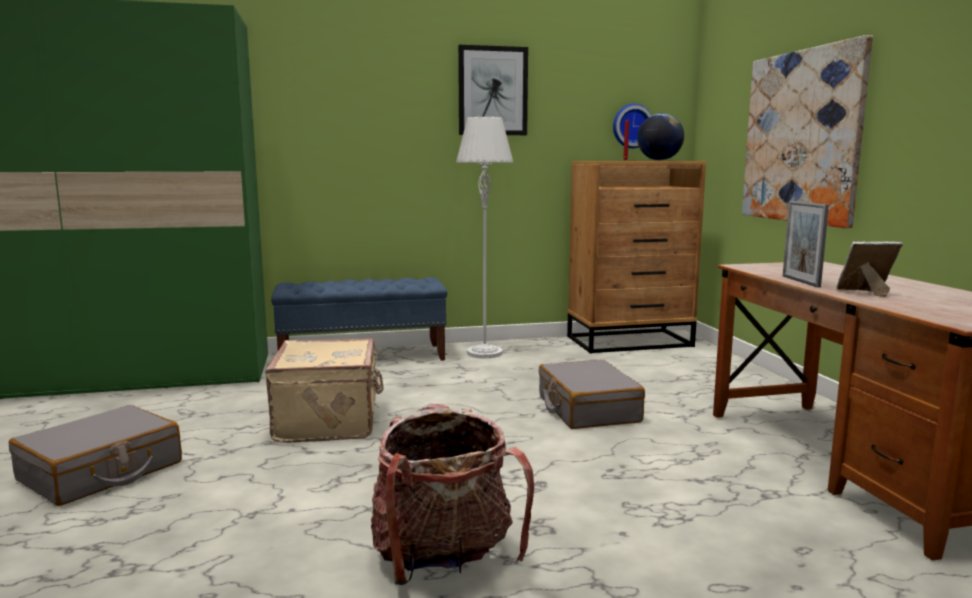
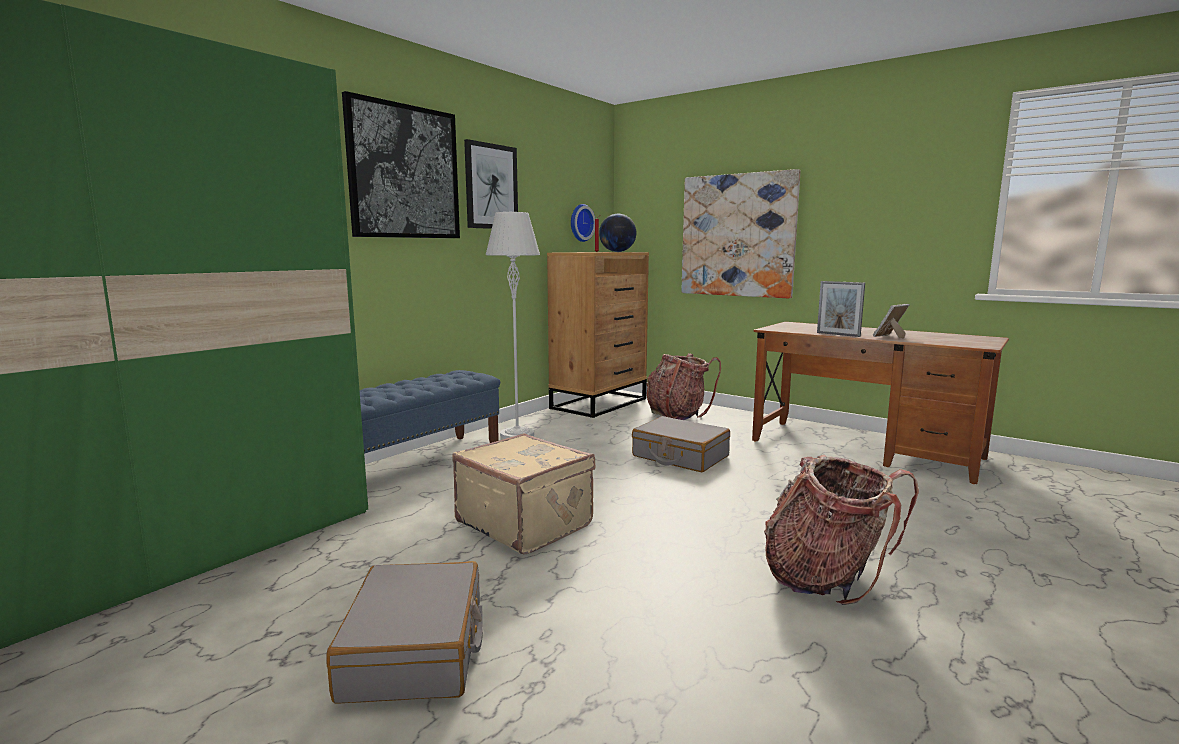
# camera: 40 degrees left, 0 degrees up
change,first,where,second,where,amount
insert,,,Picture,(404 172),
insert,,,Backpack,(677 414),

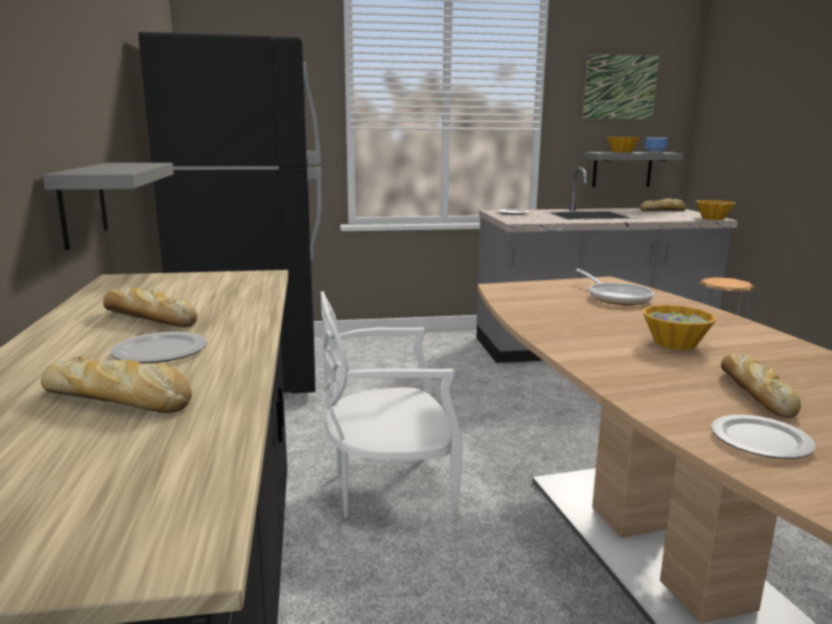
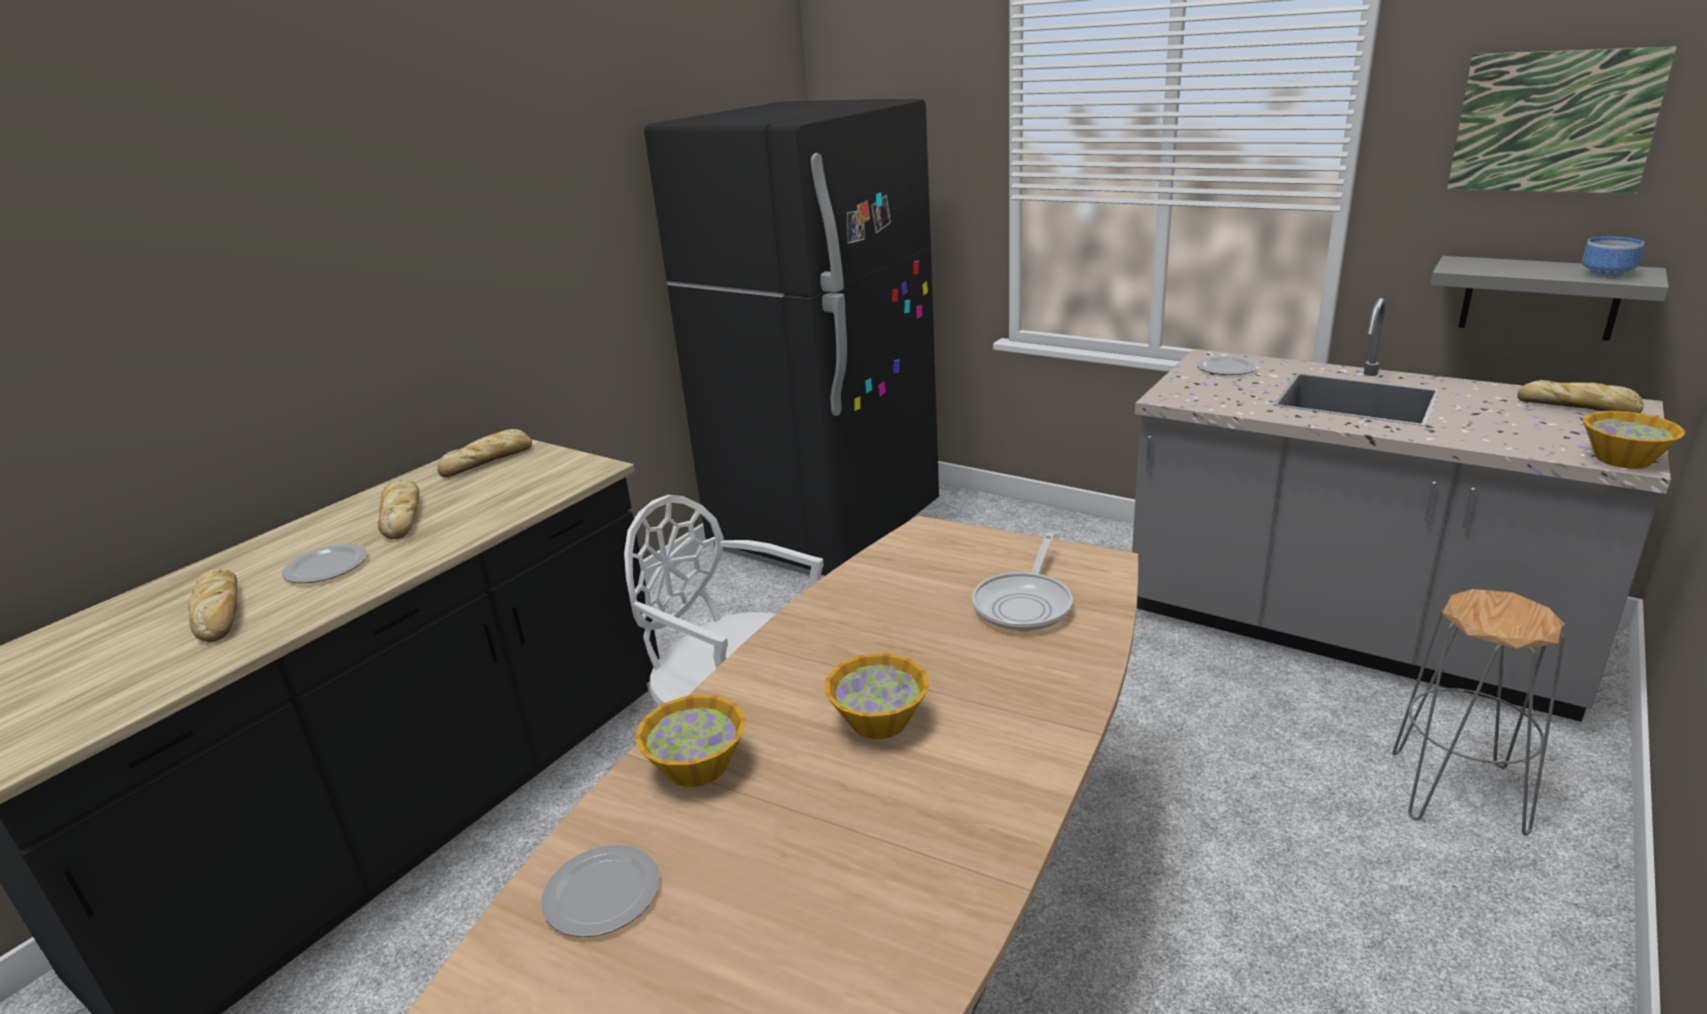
# camera: 45 degrees right, 10 degrees up
change,first,where,second,where,amount
delete,GreyShelf,(82 203),,,
move,Bowl,(621 152),,(697 766),
move,Bread,(754 392),,(489 460),

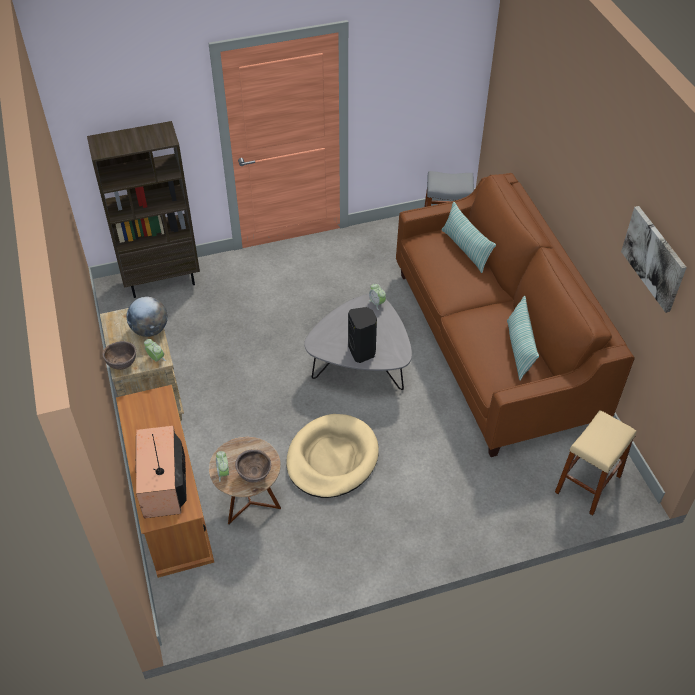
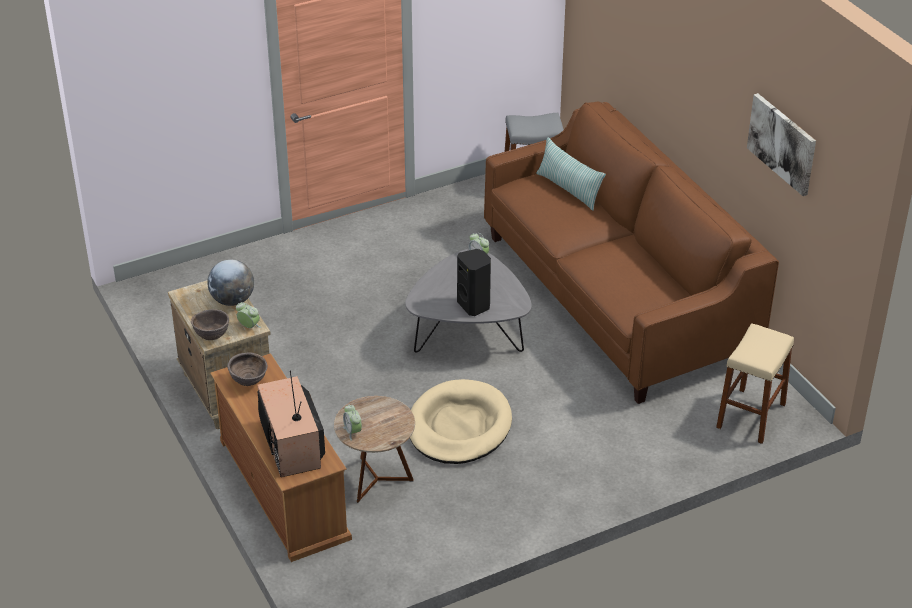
# camera: 10 degrees left, 10 degrees down
change,first,where,second,where,amount
delete,BrownBookcase,(162 280),,,
delete,Pillow,(519 349),,,
move,BrownBowl,(254 475),,(249 382),

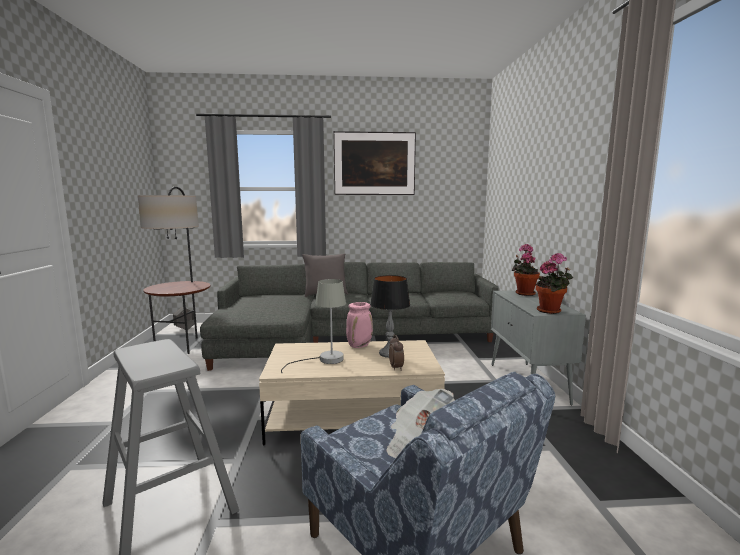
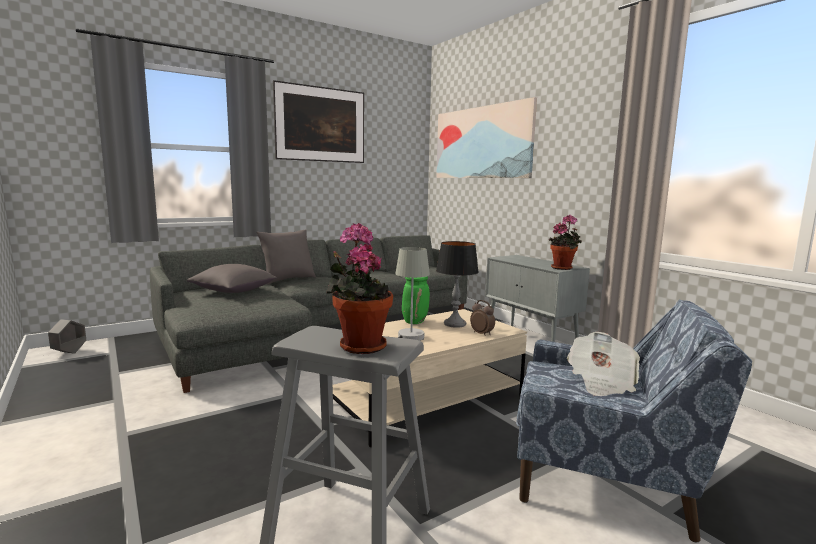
# camera: 30 degrees left, 0 degrees up
change,first,where,second,where,amount
delete,FloorLamp,(183 346),,,
insert,,,GreyPillow,(233 291),
insert,,,Picture,(481 143),
move,PottedPlant,(524 293),,(359 345),
recolor,PinkVase,(359 345),GreenVase,(415 322),

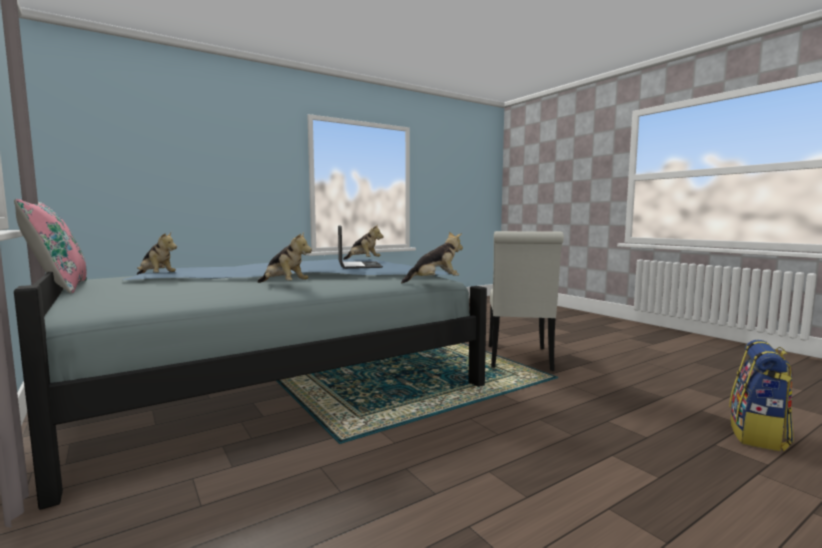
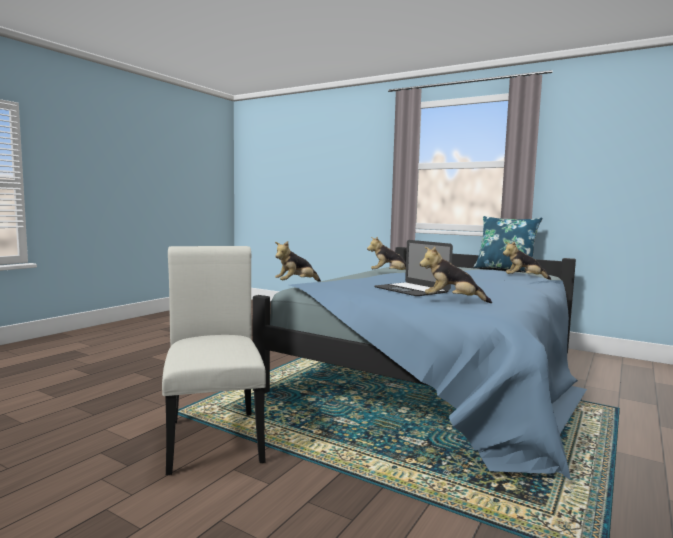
# camera: 155 degrees right, 0 degrees up
change,first,where,second,where,amount
delete,Backpack,(758 435),,,
recolor,PinkPillow,(59 288),BluePillow,(505 269),

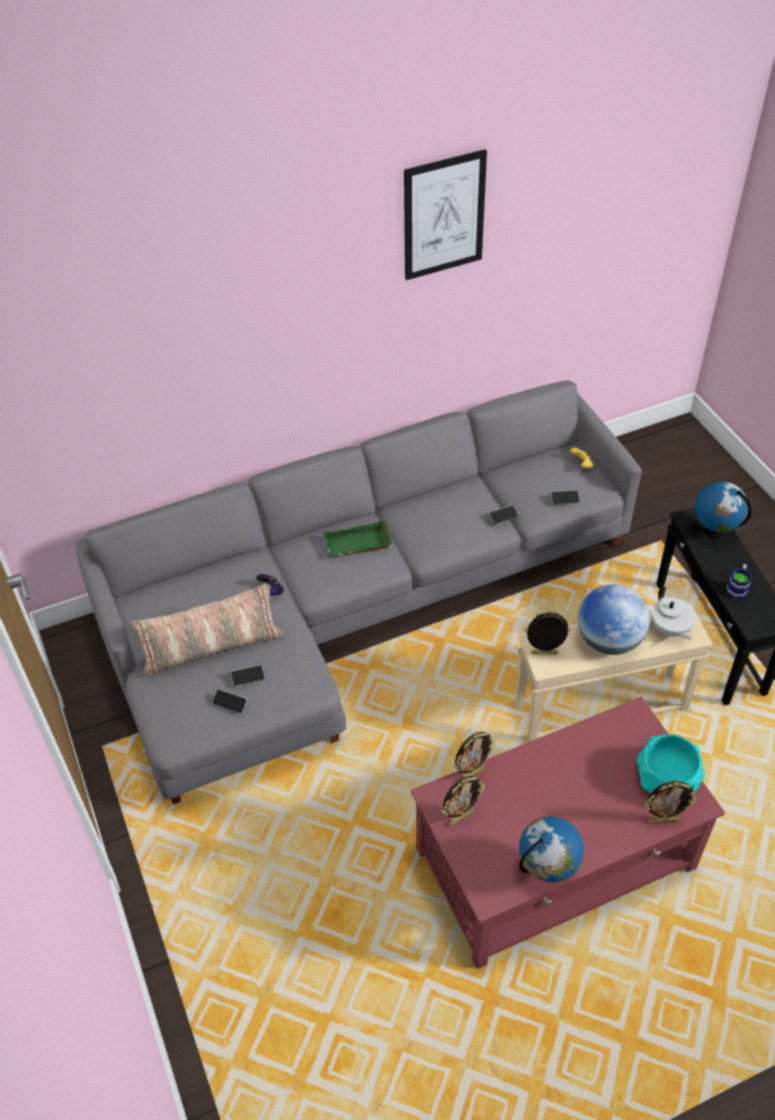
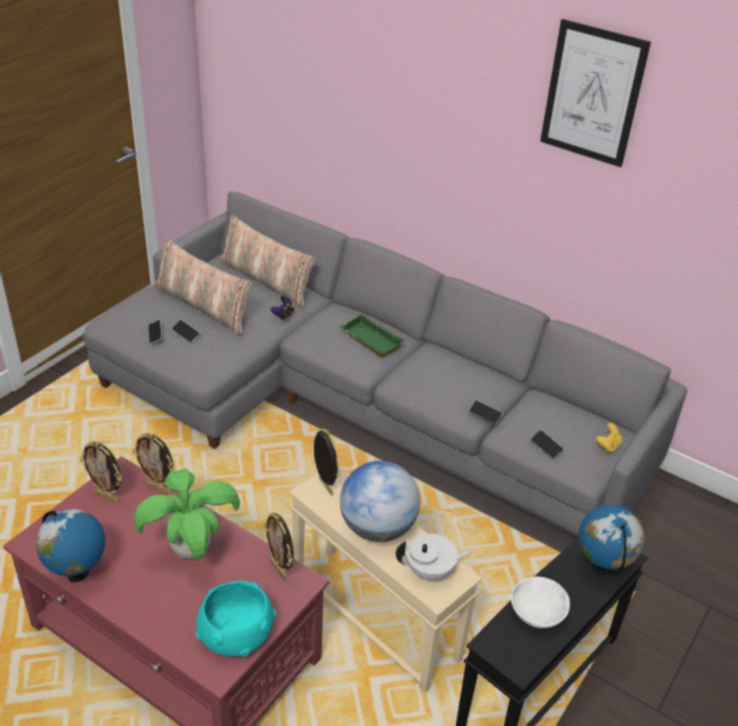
# camera: 55 degrees right, 10 degrees down
change,first,where,second,where,amount
insert,,,PottedPlant,(191 551),
insert,,,Pillow,(266 280),
move,PictureFrame,(663 820),,(280 570),
replace,Mug,(737 587),WhiteBowl,(537 613),
rotate,WhiteTeapot,(669 629),,(430 571),135 degrees counterclockwise

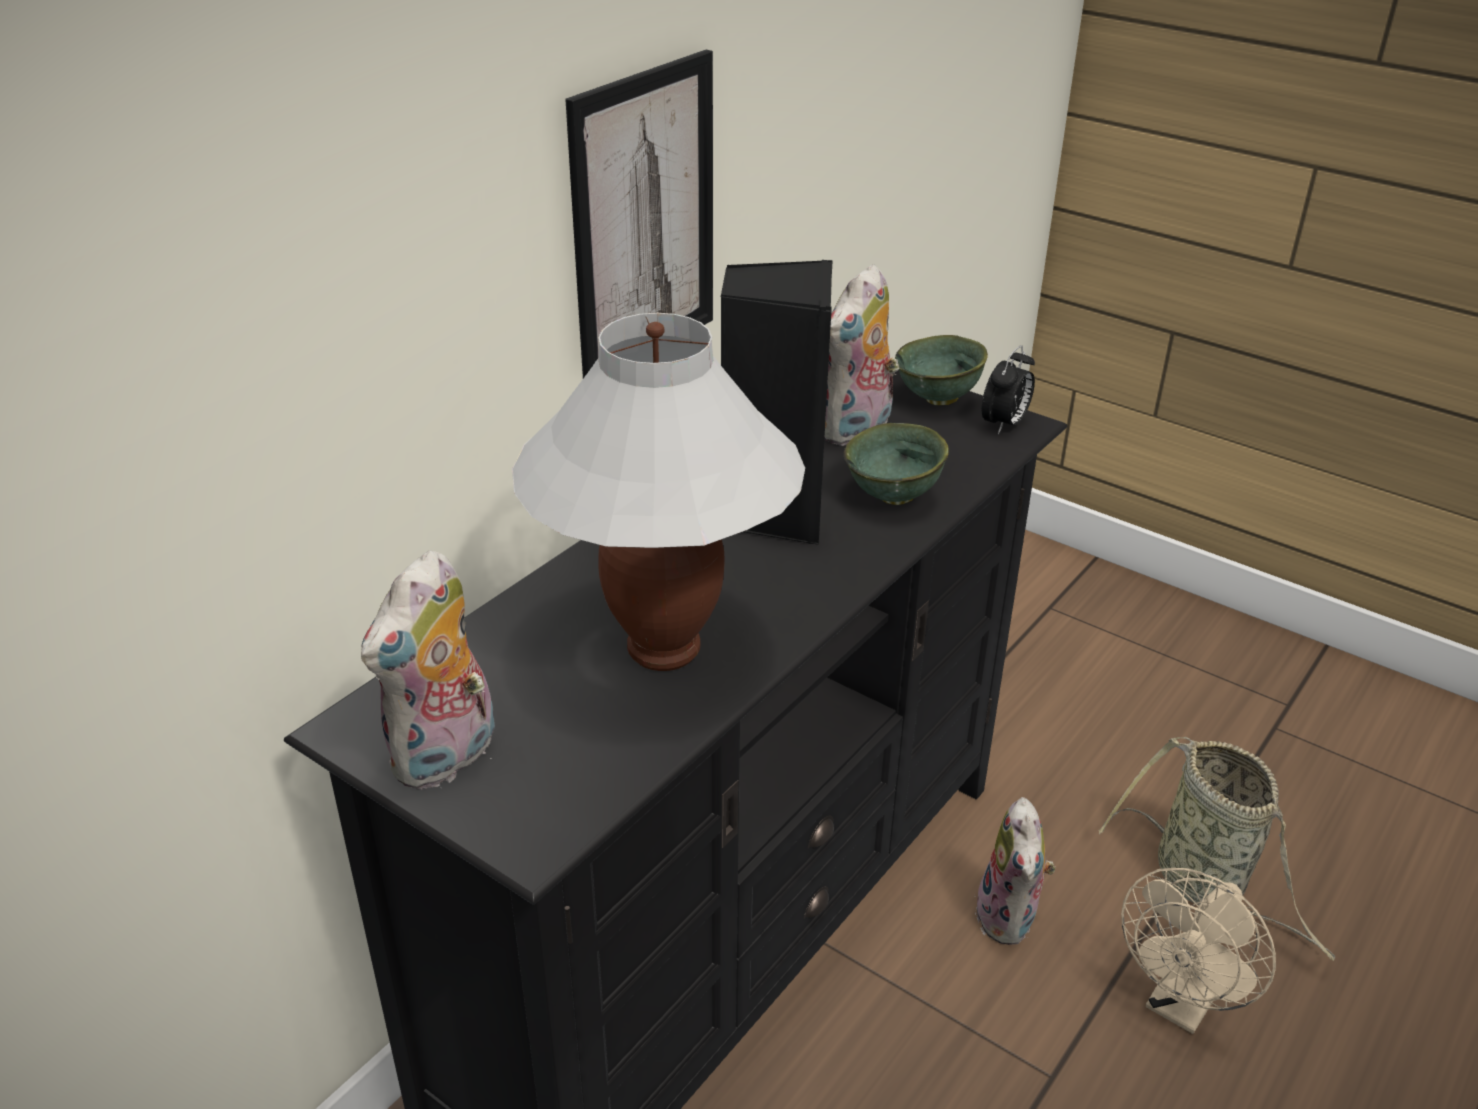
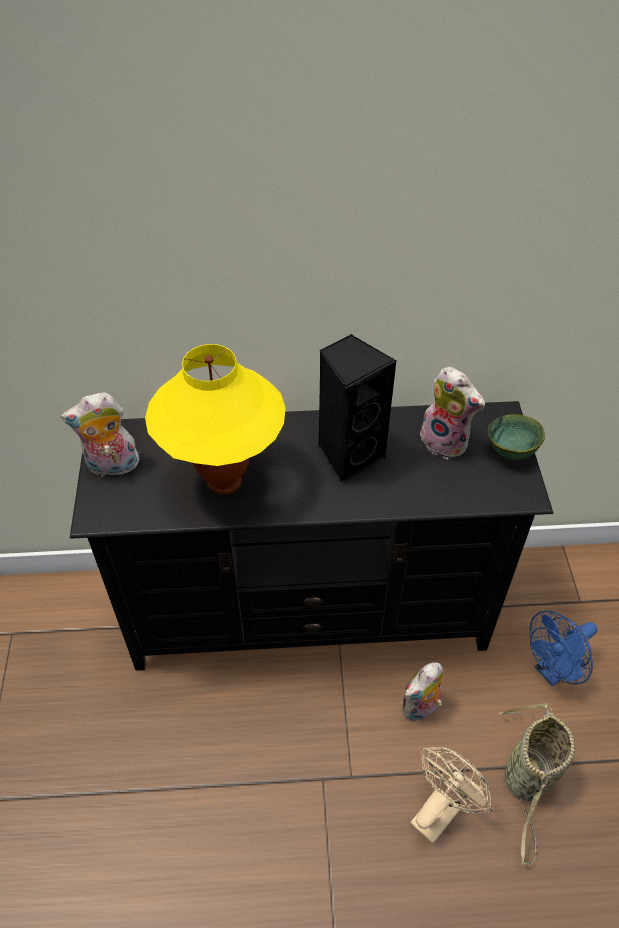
# camera: 50 degrees right, 15 degrees up
change,first,where,second,where,amount
delete,Picture,(643 220),,,
delete,GreenBowl,(894 498),,,
delete,AlarmClock,(1004 424),,,
insert,,,BlueFan,(553 671),
recolor,WhiteTableLamp,(662 649),YellowTableLamp,(224 482),
rotate,PlushToy,(856 430),,(446 441),135 degrees counterclockwise
rotate,BeigeFan,(1181 1005),,(440 809),135 degrees clockwise

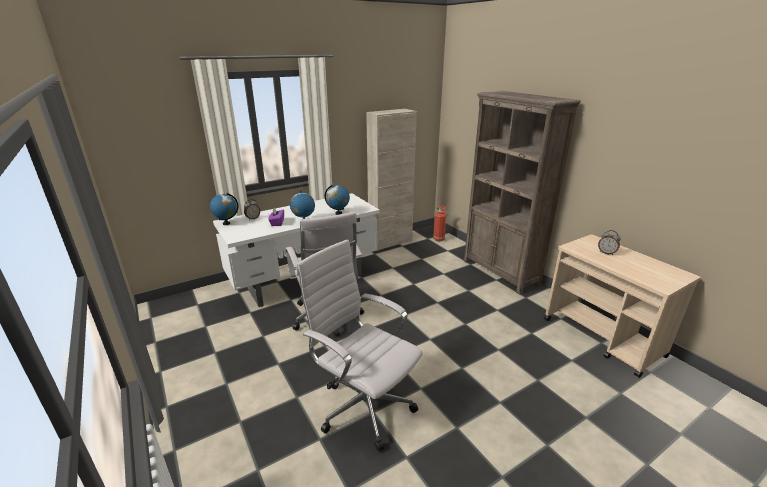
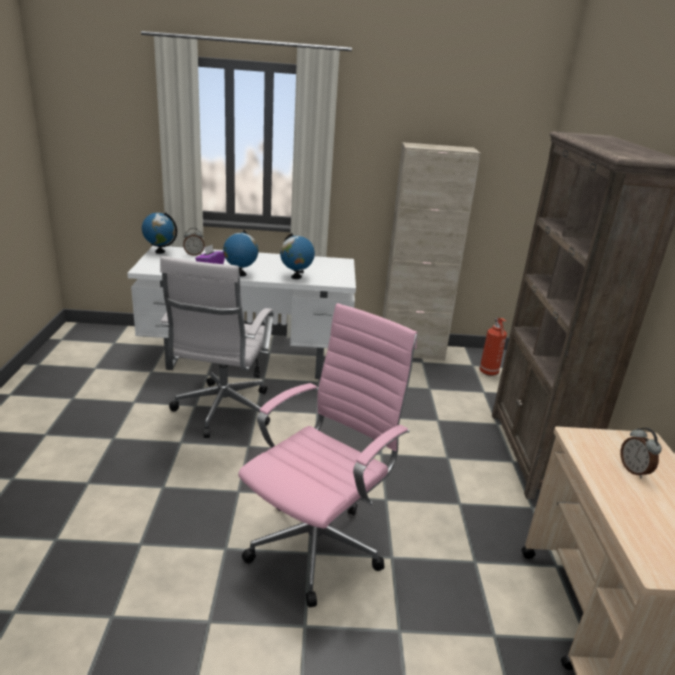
# camera: 30 degrees right, 0 degrees up
change,first,where,second,where,amount
delete,WhiteOfficeChair,(363 406),,,
insert,,,PinkOfficeChair,(319 544),

